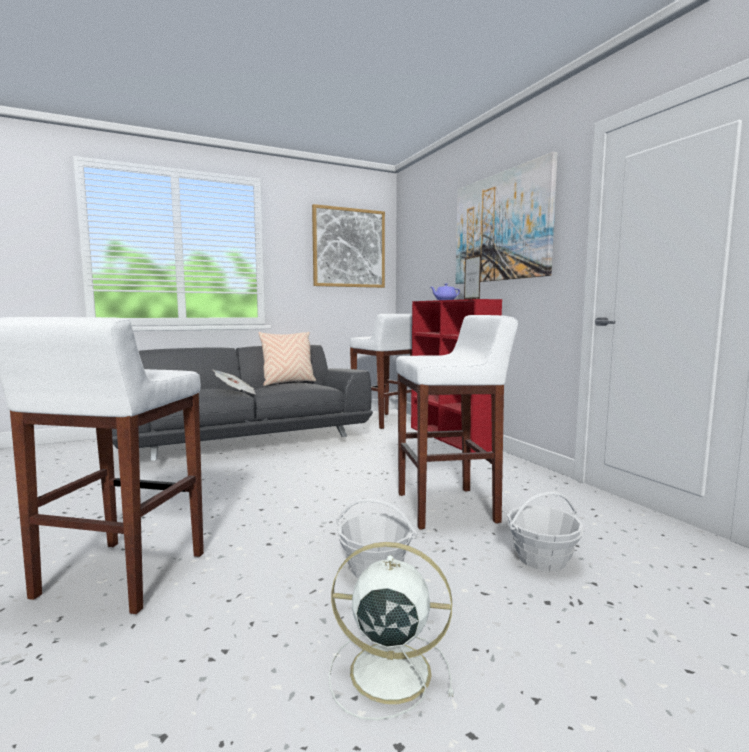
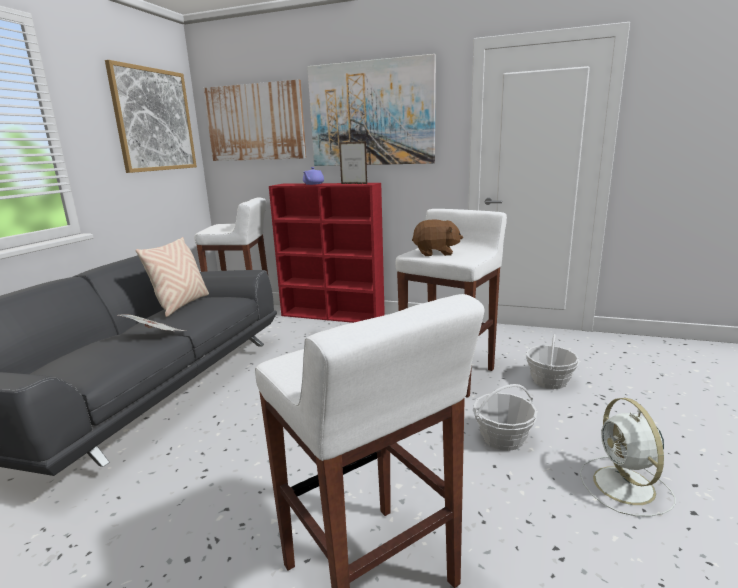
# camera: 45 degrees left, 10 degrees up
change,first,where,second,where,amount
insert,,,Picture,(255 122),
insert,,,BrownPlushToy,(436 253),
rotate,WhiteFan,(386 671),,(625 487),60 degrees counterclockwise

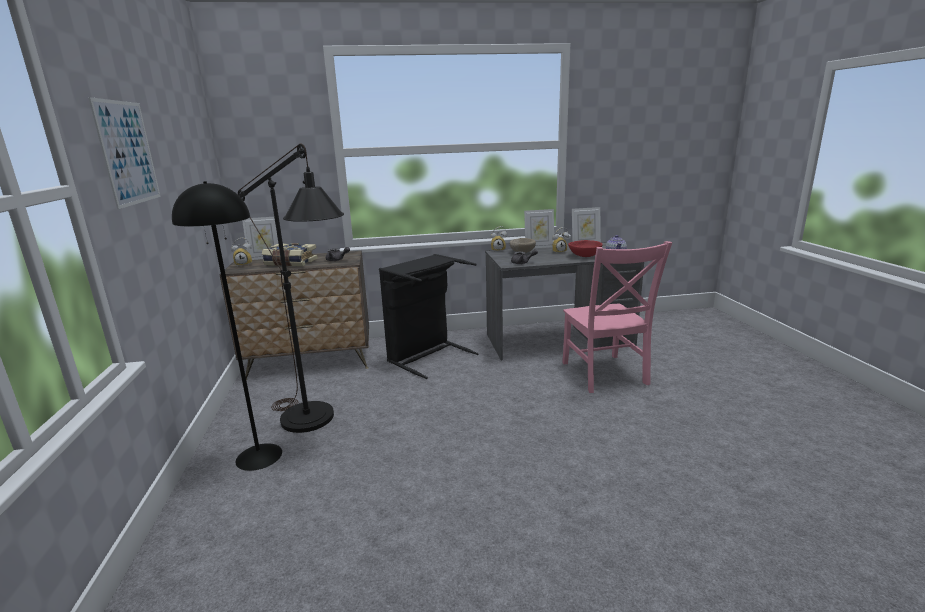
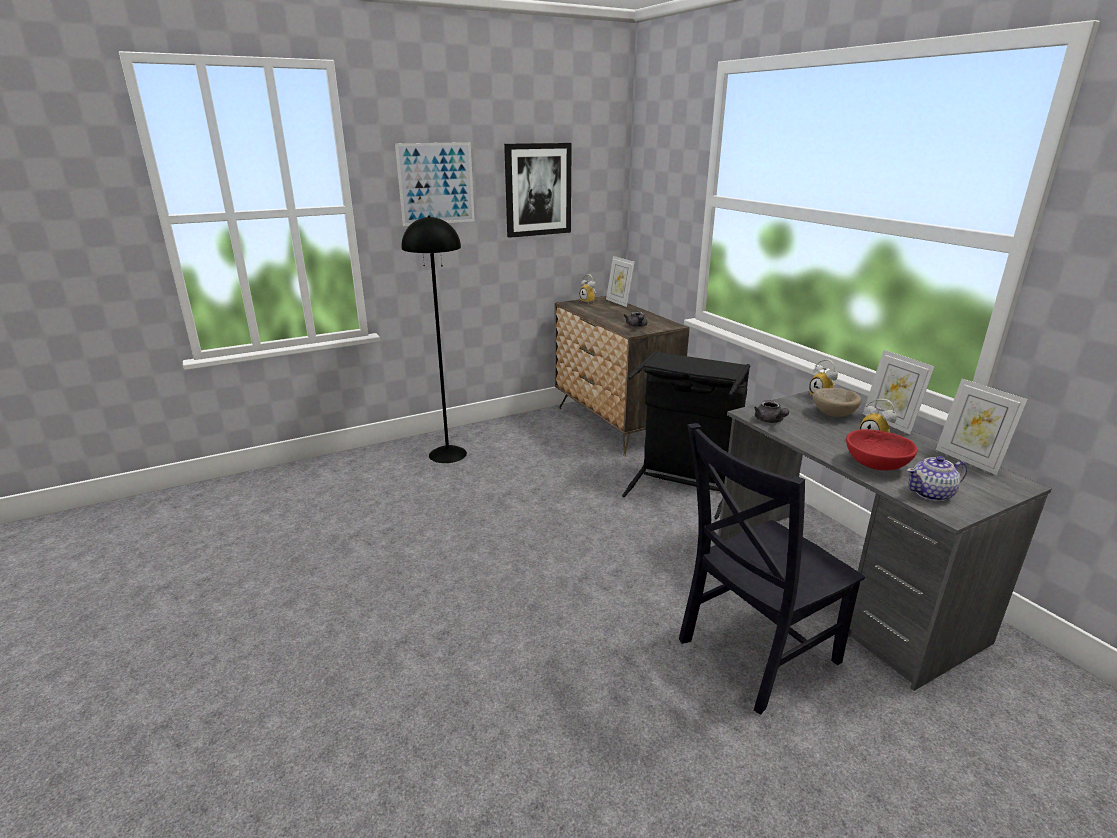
# camera: 70 degrees right, 5 degrees up
change,first,where,second,where,amount
delete,BlackFloorLamp,(316 423),,,
delete,Book,(290 263),,,
insert,,,Picture,(538 190),
recolor,PinkChair,(605 375),BlackChair,(753 653),

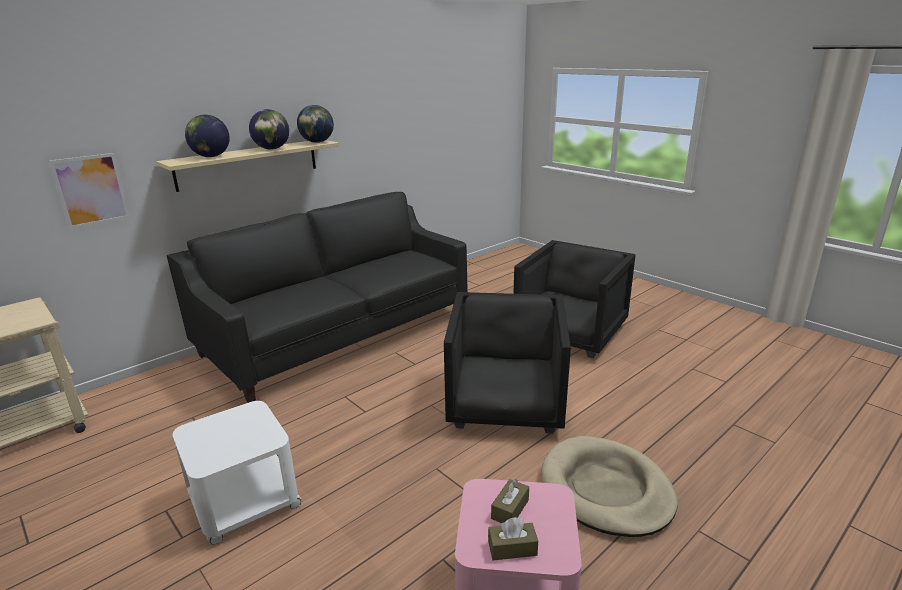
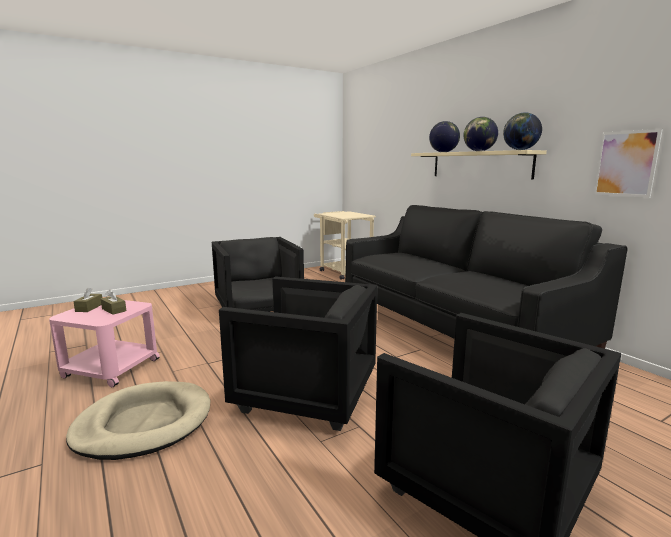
# camera: 100 degrees right, 10 degrees down
change,first,where,second,where,amount
move,Picture,(91 190),,(625 163),
replace,WhiteSideTable,(243 501),BlackArmchair,(258 309),

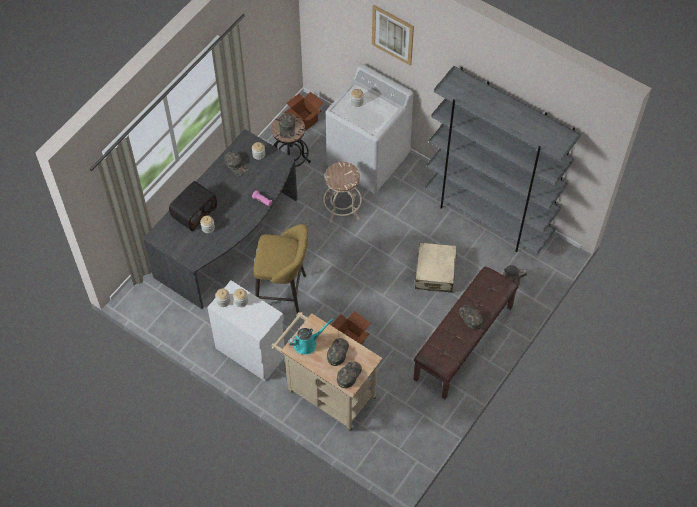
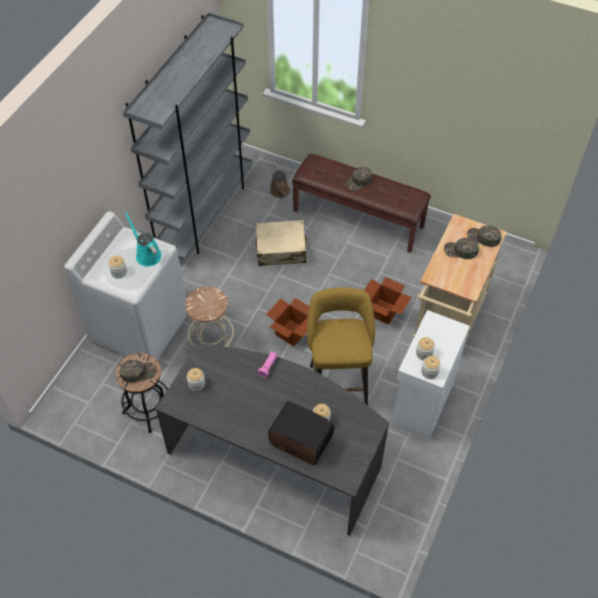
# camera: 100 degrees left, 5 degrees down
change,first,where,second,where,amount
delete,GreenCap,(236 165),,,
delete,Picture,(392 35),,,
move,CardboardBox,(304 120),,(291 332),
move,TurquoiseWateringCan,(307 343),,(147 254),

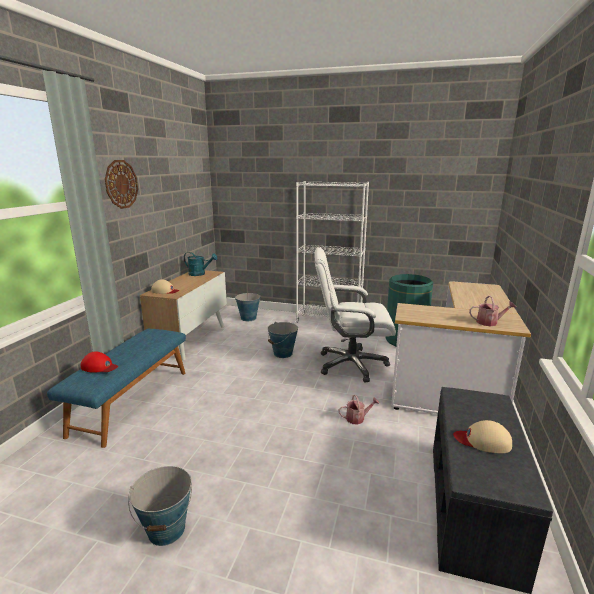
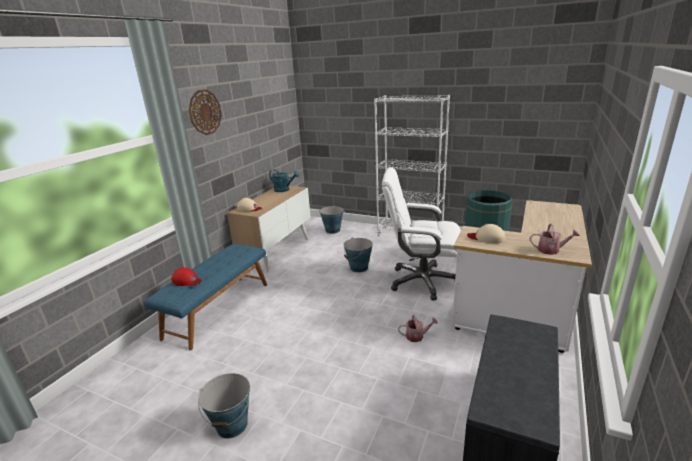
# camera: 10 degrees right, 5 degrees up
change,first,where,second,where,amount
move,BeigeCap,(483 441),,(486 238),

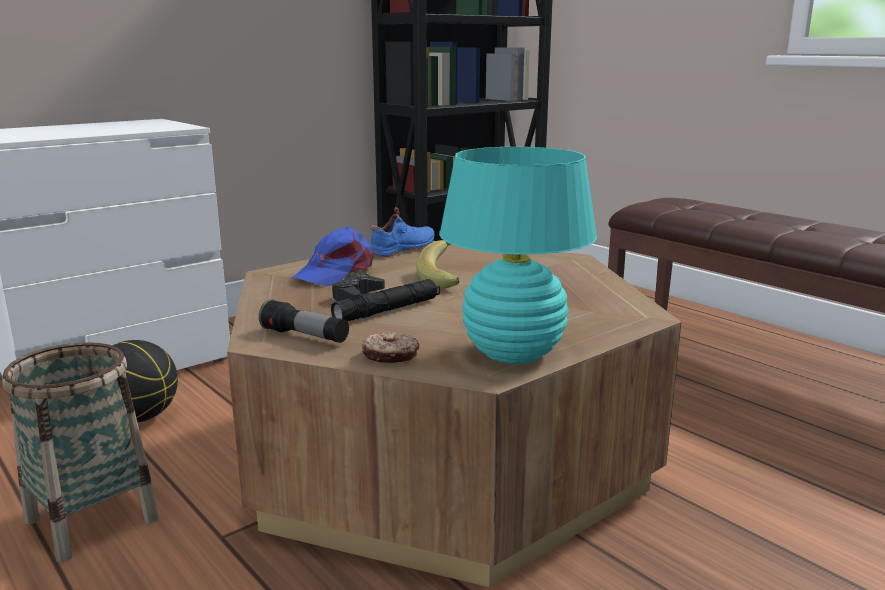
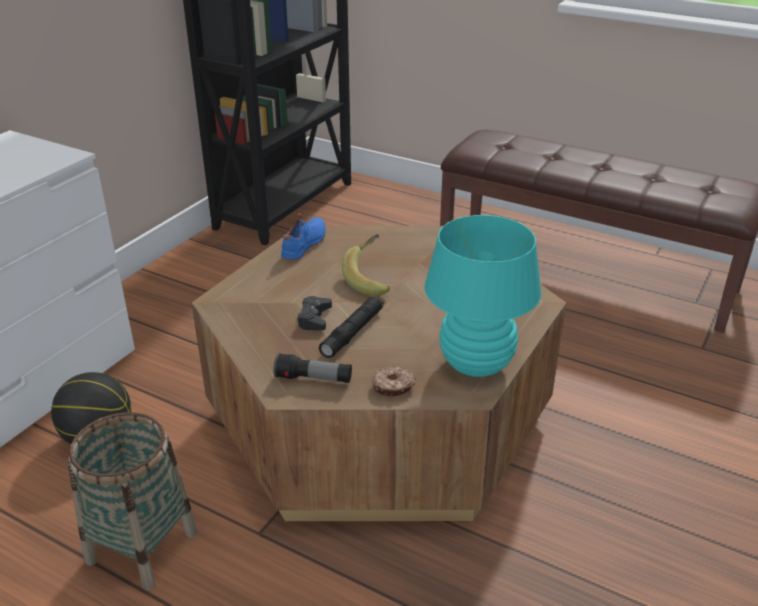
# camera: 20 degrees left, 15 degrees up
change,first,where,second,where,amount
delete,BlueCap,(336 272),,,

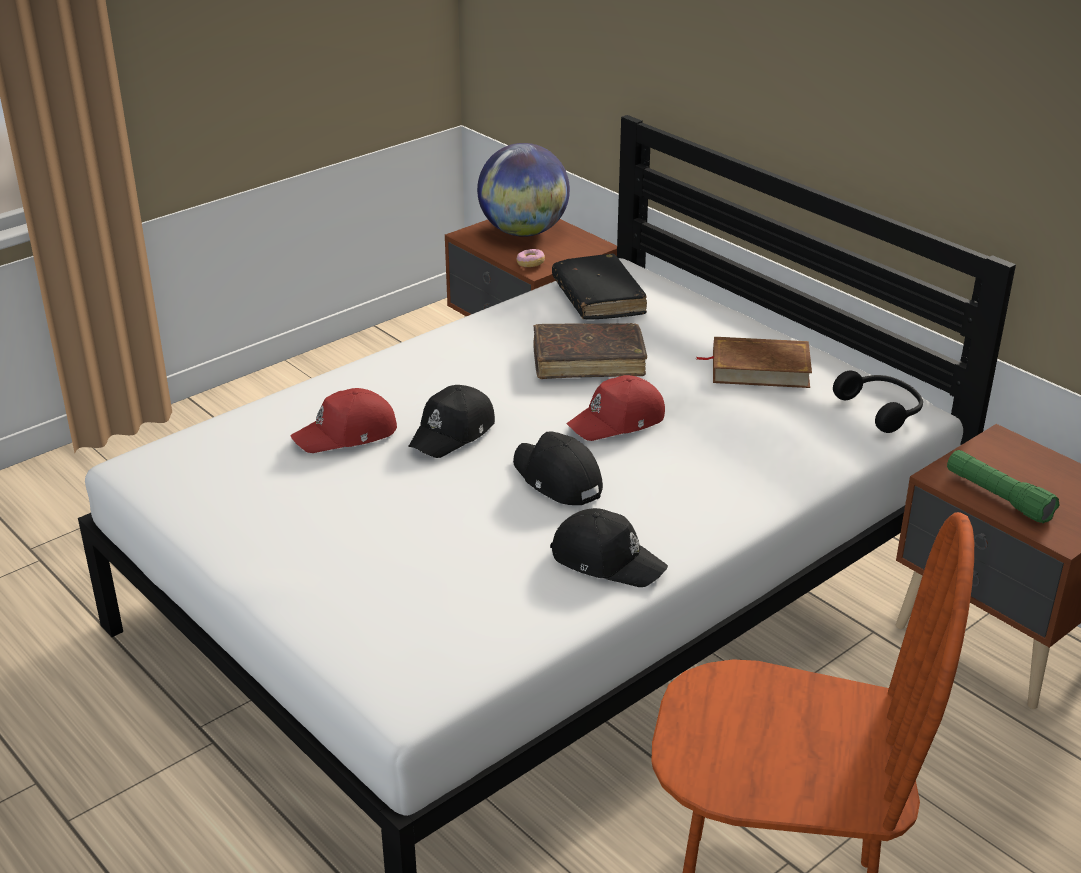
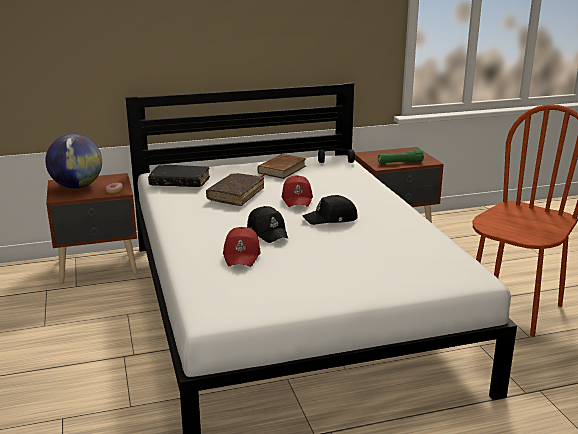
# camera: 65 degrees left, 10 degrees down
change,first,where,second,where,amount
delete,BlackCap,(607 560),,,

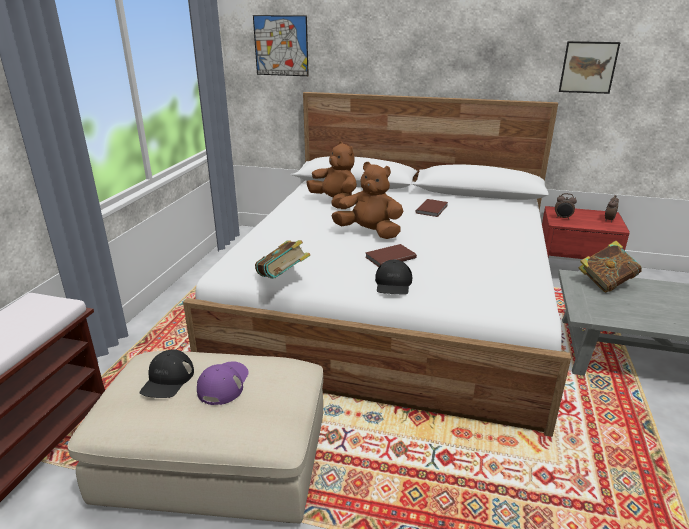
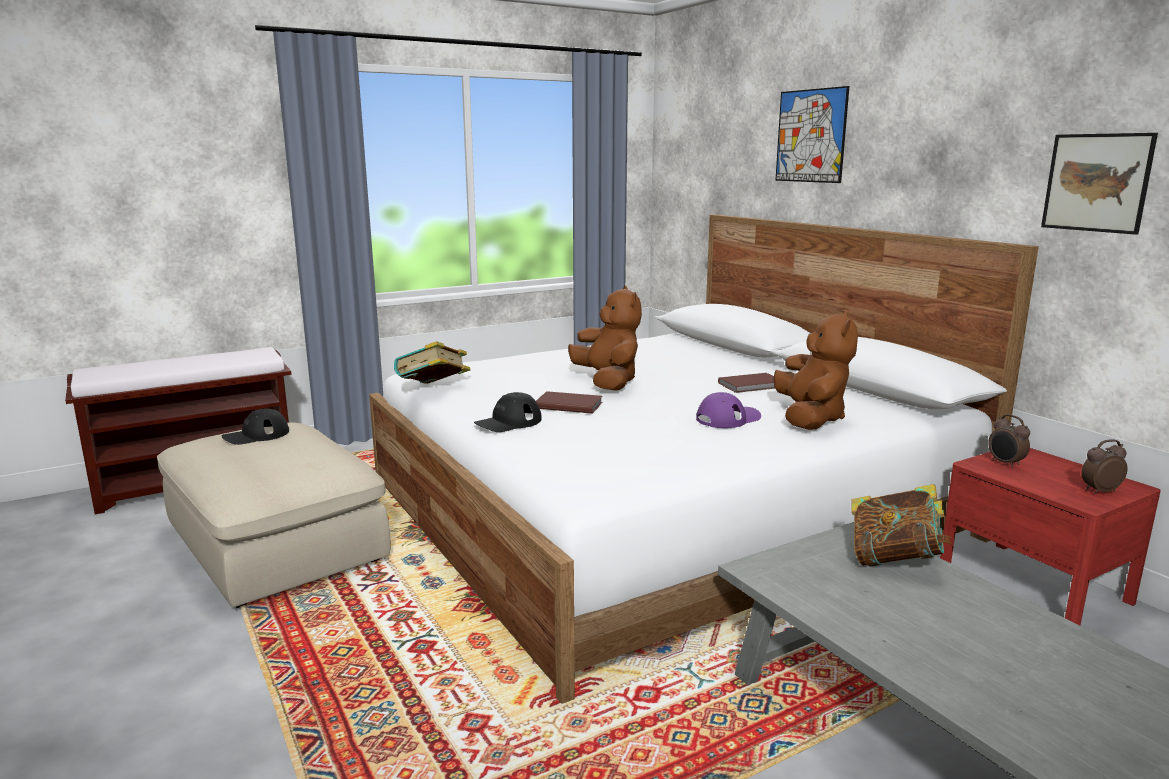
# camera: 45 degrees right, 10 degrees down
change,first,where,second,where,amount
move,PurpleCap,(223 384),,(728 418),
move,Picture,(281 46),,(811 136),
move,BrownPlushToy,(335 202),,(810 418),

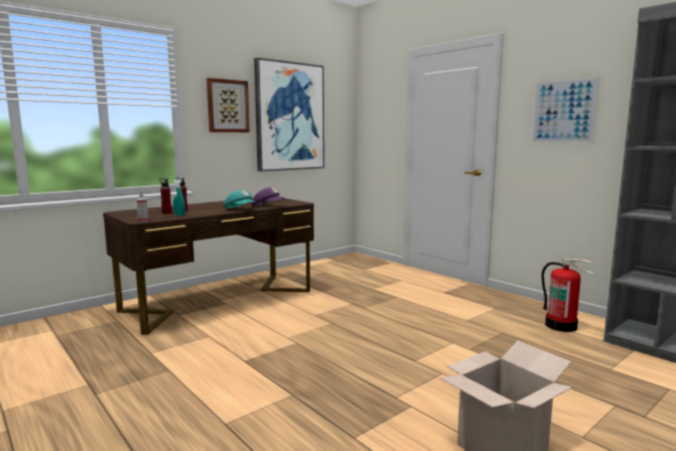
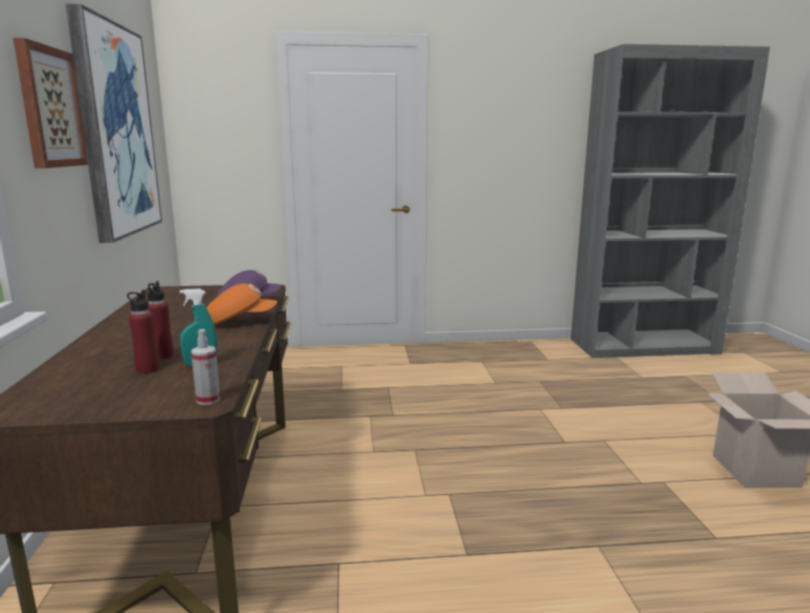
# camera: 55 degrees left, 5 degrees up
change,first,where,second,where,amount
delete,Picture,(563 111),,,
delete,FireExtinguisher,(561 326),,,
recolor,TurquoiseCap,(240 209),OrangeCap,(240 321),

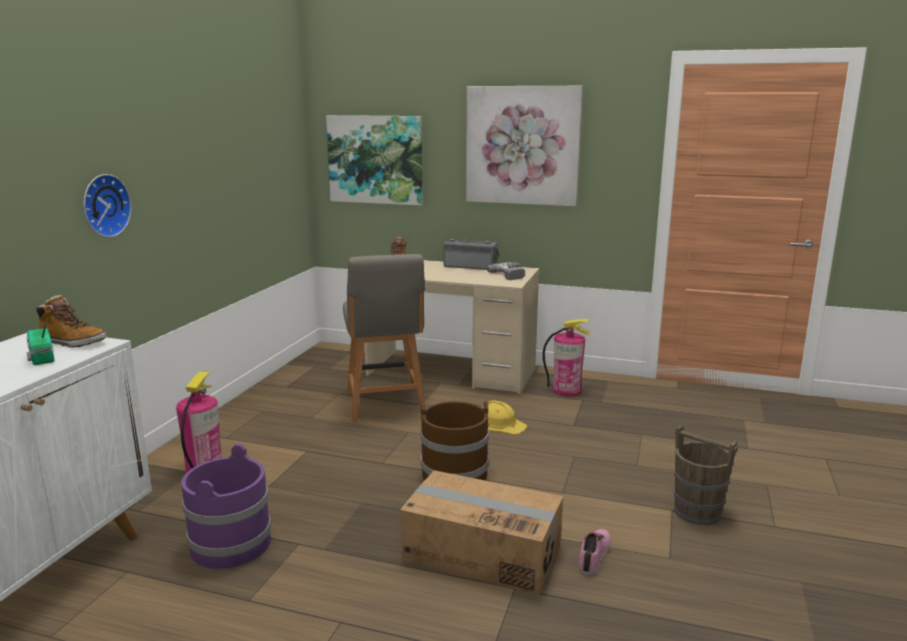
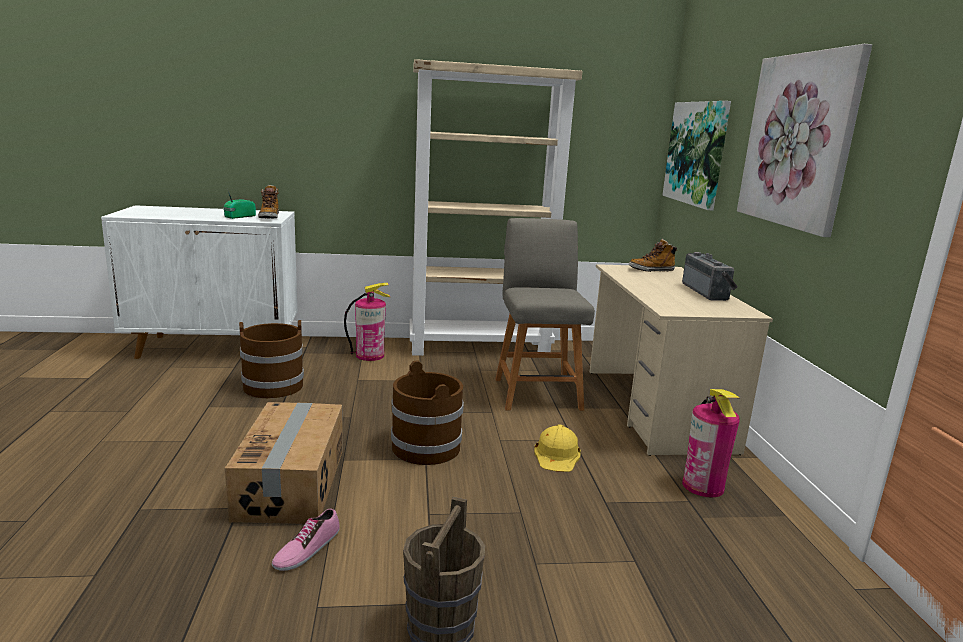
# camera: 65 degrees right, 0 degrees up
change,first,where,second,where,amount
delete,WallClock,(103 205),,,
delete,PowerDrill,(512 274),,,
insert,,,BeigeBookcase,(480 348),
recolor,PurpleBucket,(230 544),BrownBucket,(273 386),
rotate,GreyChair,(385 405),,(537 392),120 degrees clockwise
rotate,Shoe,(594 555),,(307 549),120 degrees clockwise

